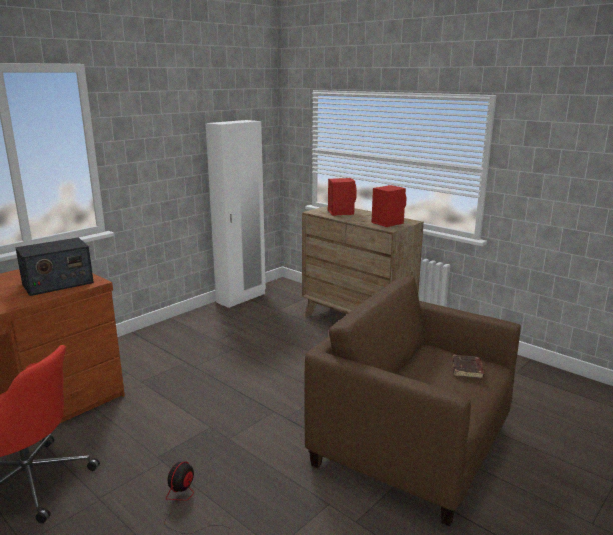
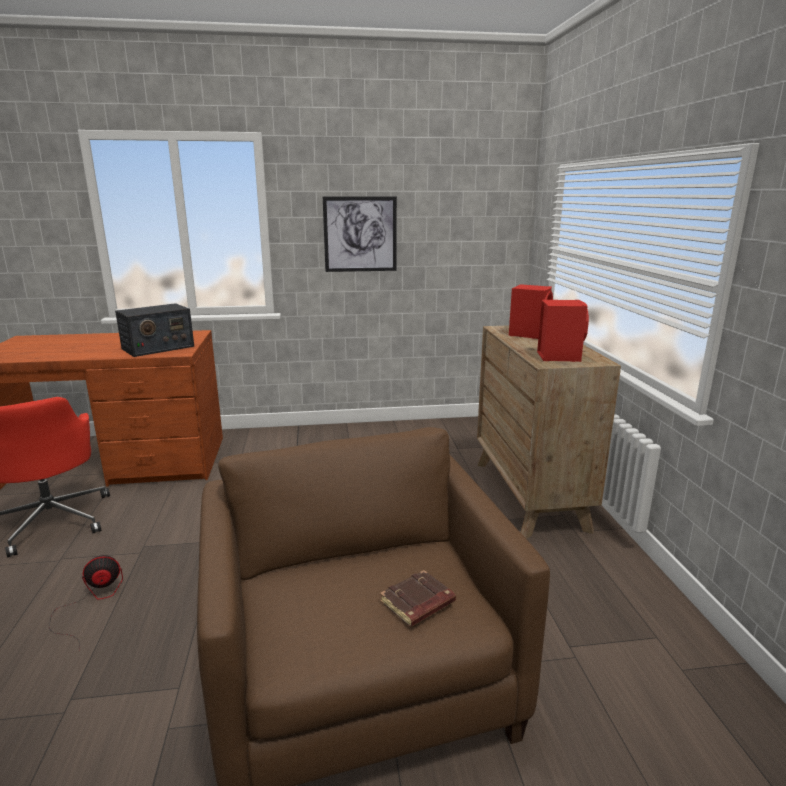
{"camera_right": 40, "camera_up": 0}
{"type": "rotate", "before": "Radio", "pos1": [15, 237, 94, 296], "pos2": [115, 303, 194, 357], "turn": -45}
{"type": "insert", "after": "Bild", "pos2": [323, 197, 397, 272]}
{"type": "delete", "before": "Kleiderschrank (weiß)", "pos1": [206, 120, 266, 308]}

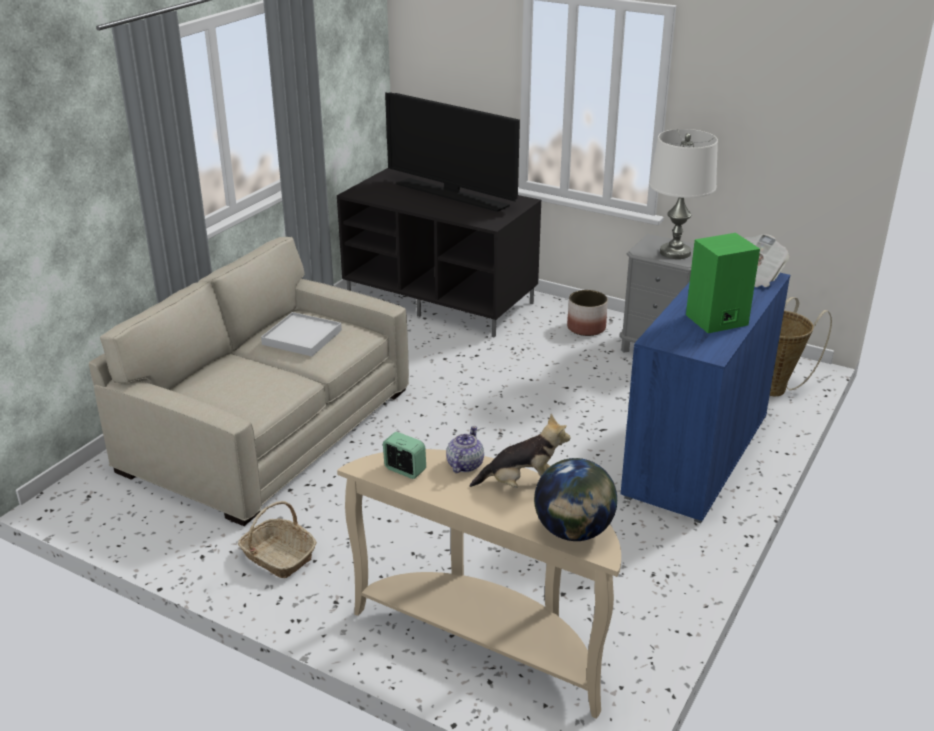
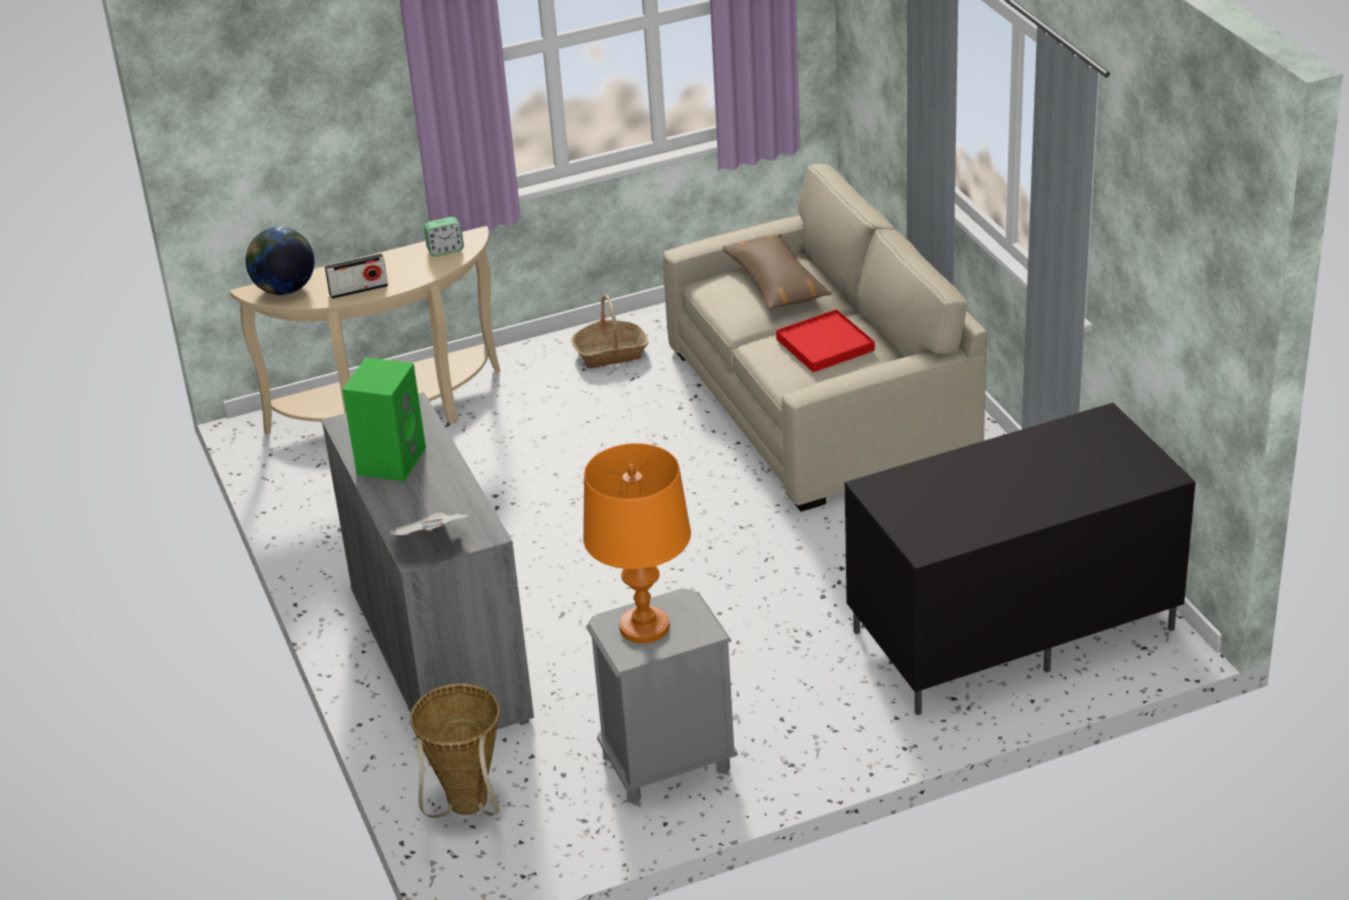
{"camera_right": 130, "camera_up": 5}
{"type": "recolor", "before": "Schrank (blau)", "after": "Schrank (grau)", "pos1": [621, 273, 790, 523], "pos2": [321, 392, 534, 729]}
{"type": "replace", "before": "Plüschtier", "after": "Radio", "pos1": [470, 414, 571, 488], "pos2": [325, 253, 388, 299]}
{"type": "recolor", "before": "Tischlampe (weiß)", "after": "Tischlampe (orange)", "pos1": [649, 129, 718, 259], "pos2": [583, 443, 691, 643]}
{"type": "insert", "after": "Kissen (braun)", "pos2": [723, 234, 832, 310]}
{"type": "recolor", "before": "Tablett (weiß)", "after": "Tablett (rot)", "pos1": [261, 312, 342, 356], "pos2": [776, 309, 875, 372]}
{"type": "delete", "before": "Fernseher", "pos1": [385, 92, 520, 212]}
{"type": "delete", "before": "Teekanne", "pos1": [446, 426, 484, 473]}
{"type": "delete", "before": "Pflanzkübel", "pos1": [567, 290, 608, 336]}

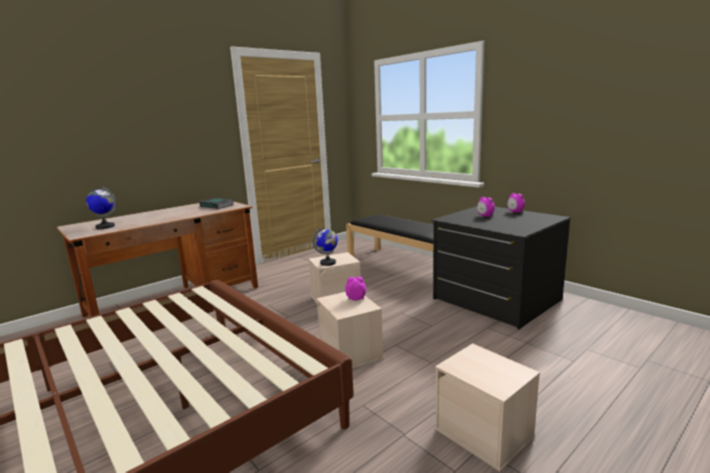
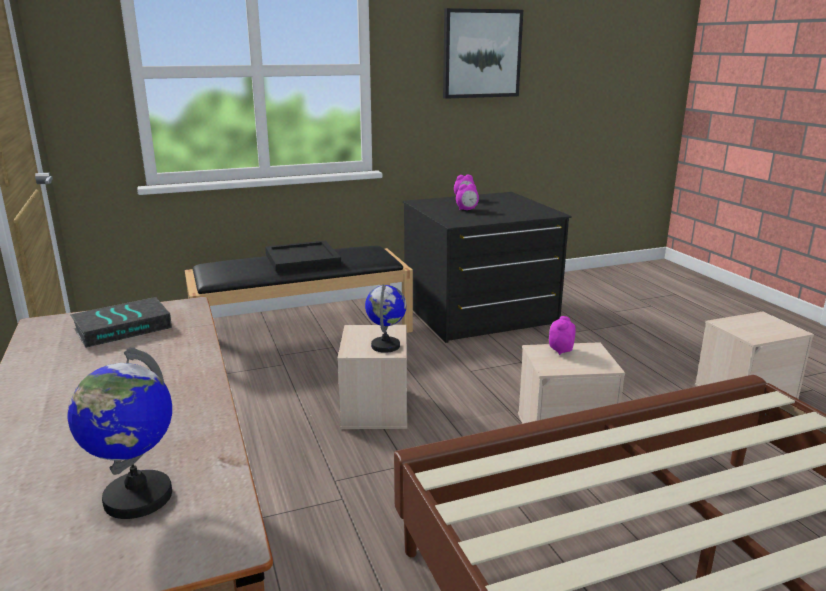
{"camera_right": -70, "camera_up": 5}
{"type": "insert", "after": "Tablett (schwarz)", "pos2": [265, 240, 341, 273]}
{"type": "insert", "after": "Bild", "pos2": [443, 8, 523, 99]}

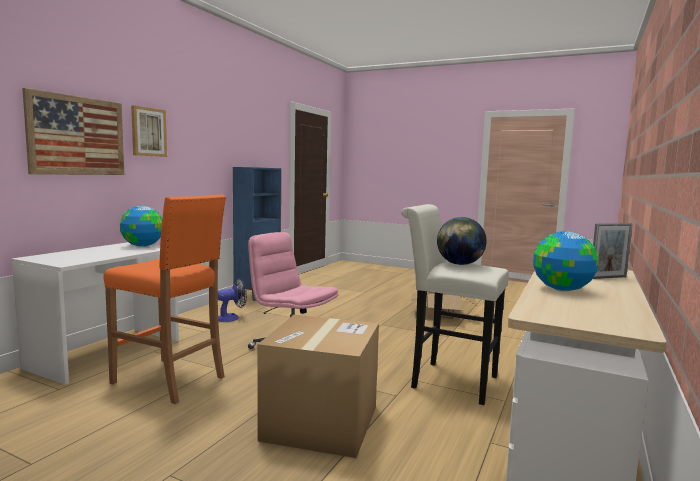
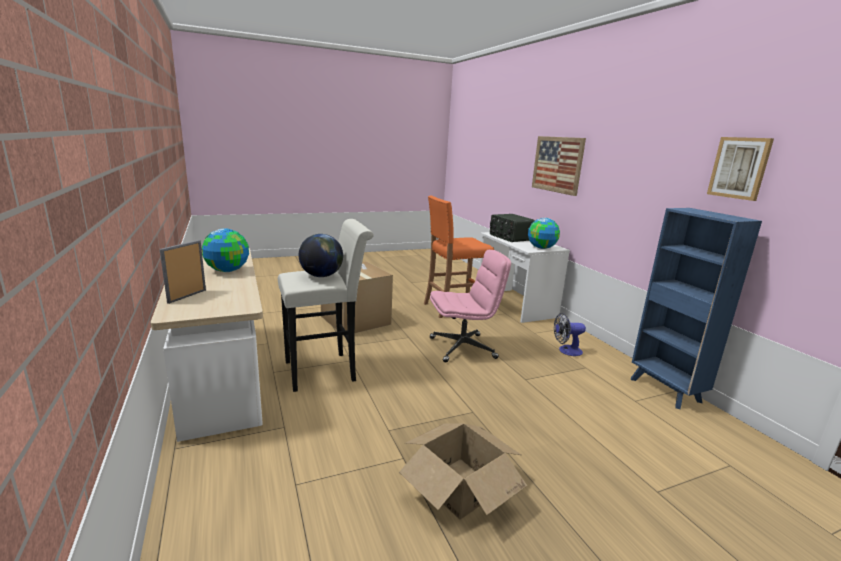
{"camera_right": 130, "camera_up": 10}
{"type": "insert", "after": "Radio", "pos2": [490, 214, 535, 242]}
{"type": "rotate", "before": "Ventilator", "pos1": [218, 279, 247, 322], "pos2": [554, 313, 586, 356], "turn": 75}
{"type": "move", "before": "Bild", "pos1": [131, 105, 167, 157], "pos2": [707, 137, 774, 201]}

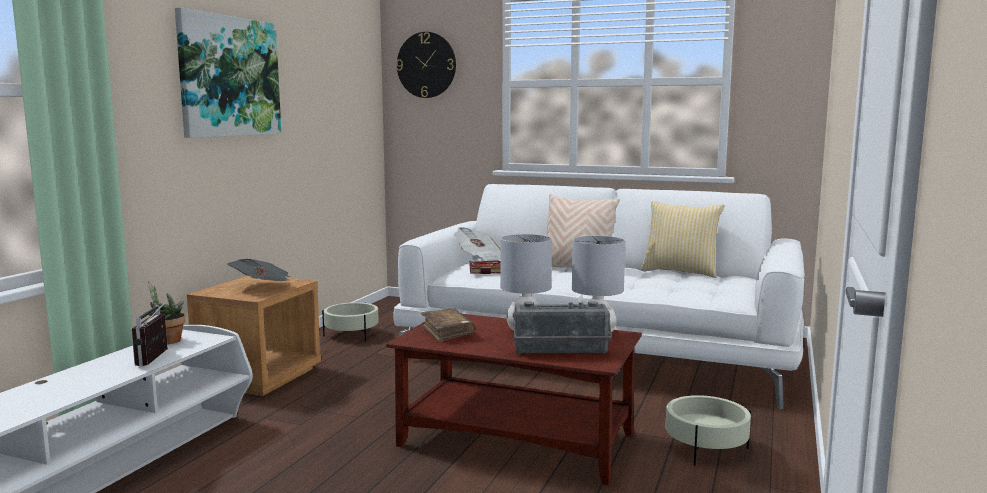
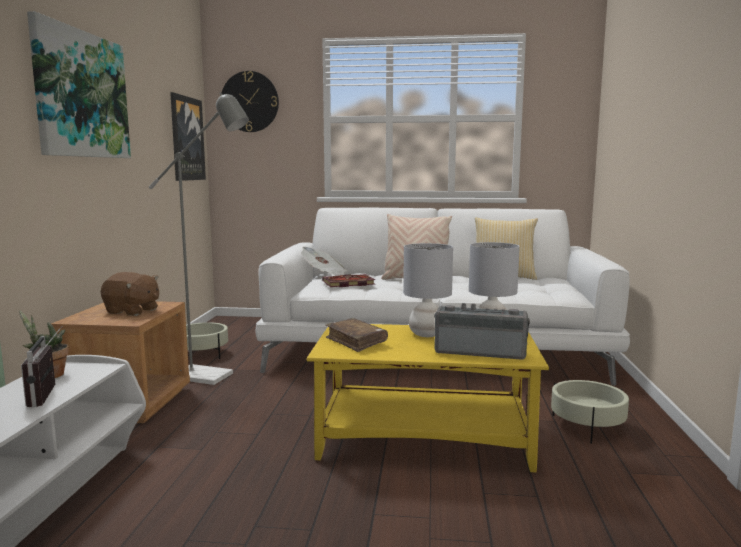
{"camera_right": -15, "camera_up": 0}
{"type": "replace", "before": "Zeitung", "after": "Plüschtier (braun)", "pos1": [227, 259, 290, 281], "pos2": [101, 272, 159, 316]}
{"type": "insert", "after": "Stehlampe (grau)", "pos2": [149, 92, 249, 385]}
{"type": "insert", "after": "Bild", "pos2": [170, 92, 206, 181]}
{"type": "recolor", "before": "Couchtisch (braun)", "after": "Couchtisch (gelb)", "pos1": [386, 314, 642, 485], "pos2": [306, 324, 549, 472]}
{"type": "rotate", "before": "Radio", "pos1": [513, 301, 612, 354], "pos2": [434, 303, 530, 360], "turn": -150}

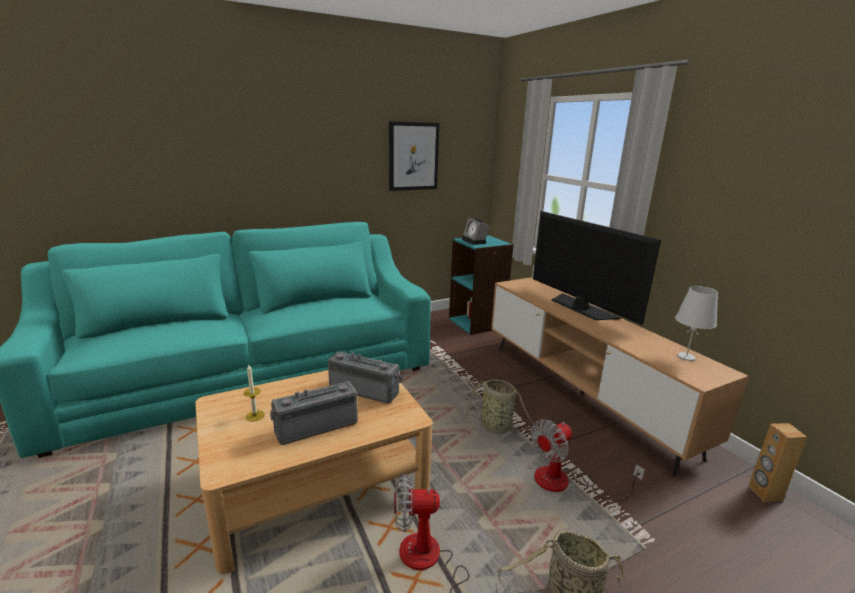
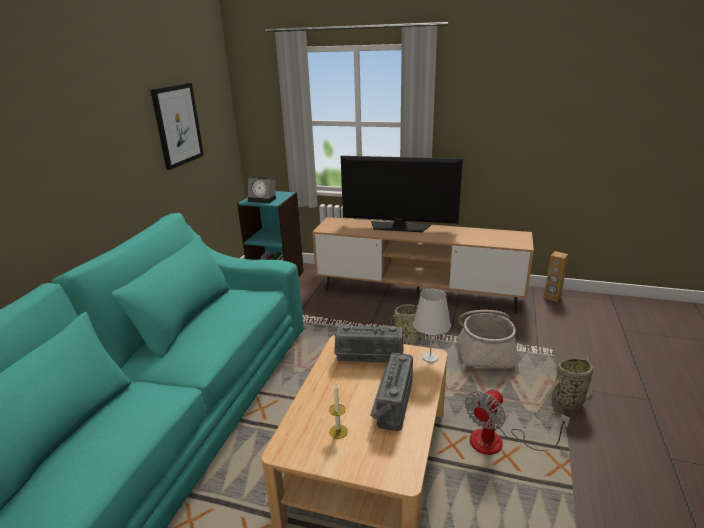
{"camera_right": -45, "camera_up": 5}
{"type": "rotate", "before": "Radio", "pos1": [328, 351, 403, 404], "pos2": [334, 325, 404, 363], "turn": -150}
{"type": "move", "before": "Tischlampe (weiß)", "pos1": [675, 286, 718, 361], "pos2": [413, 289, 451, 363]}
{"type": "replace", "before": "Ventilator", "after": "Korb", "pos1": [531, 419, 645, 501], "pos2": [456, 310, 520, 374]}

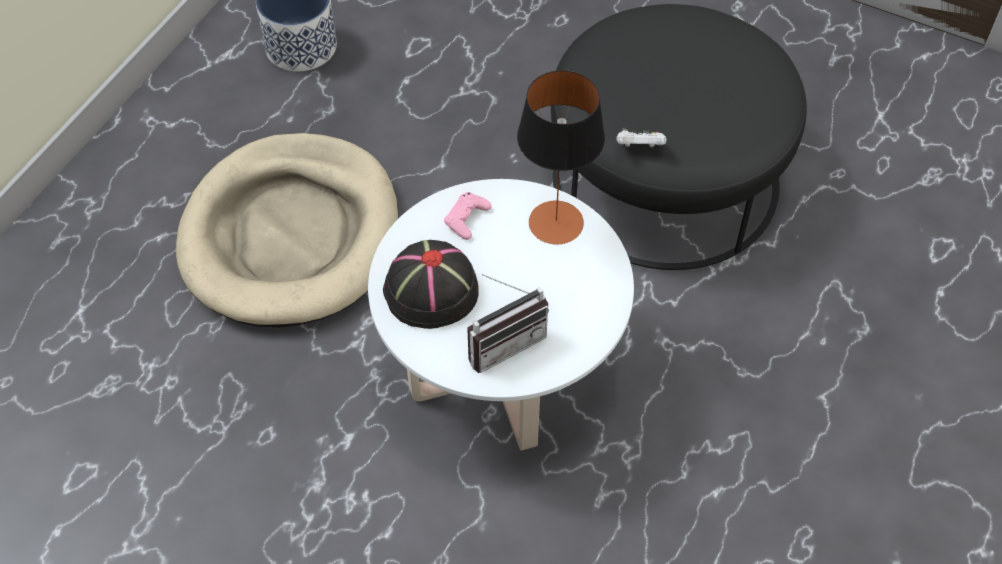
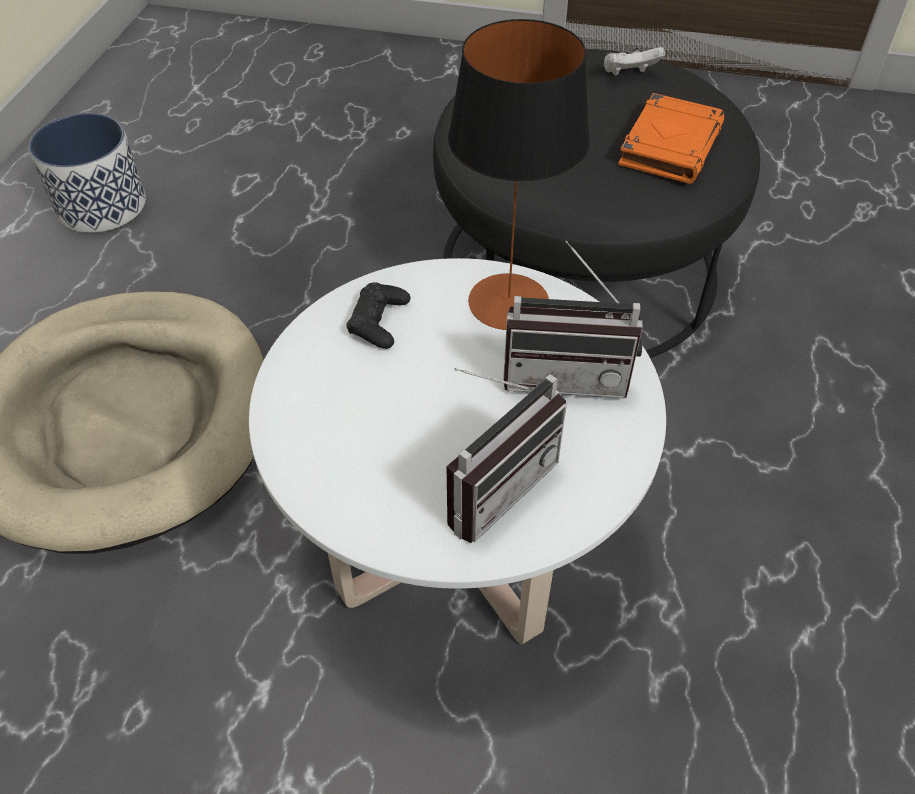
{"camera_right": -15, "camera_up": -5}
{"type": "recolor", "before": "Gamepad (rosa)", "after": "Gamepad (schwarz)", "pos1": [444, 192, 492, 240], "pos2": [346, 282, 411, 349]}
{"type": "insert", "after": "Radio", "pos2": [503, 240, 643, 398]}
{"type": "move", "before": "Gamepad (weiß)", "pos1": [616, 128, 667, 148], "pos2": [604, 47, 665, 75]}
{"type": "insert", "after": "Buch (orange)", "pos2": [618, 93, 725, 184]}
{"type": "delete", "before": "Hut (schwarz)", "pos1": [383, 240, 478, 329]}

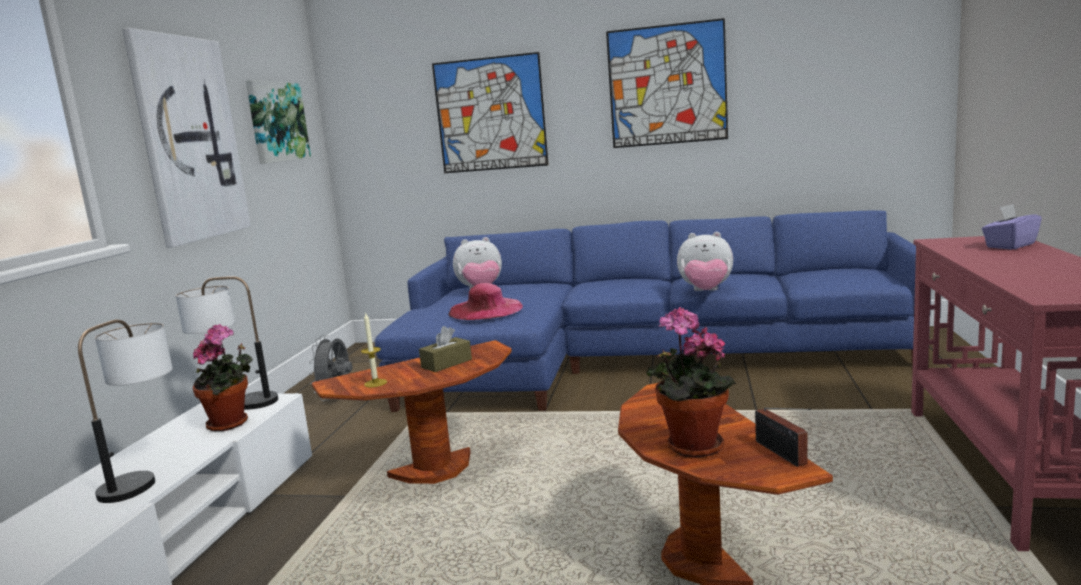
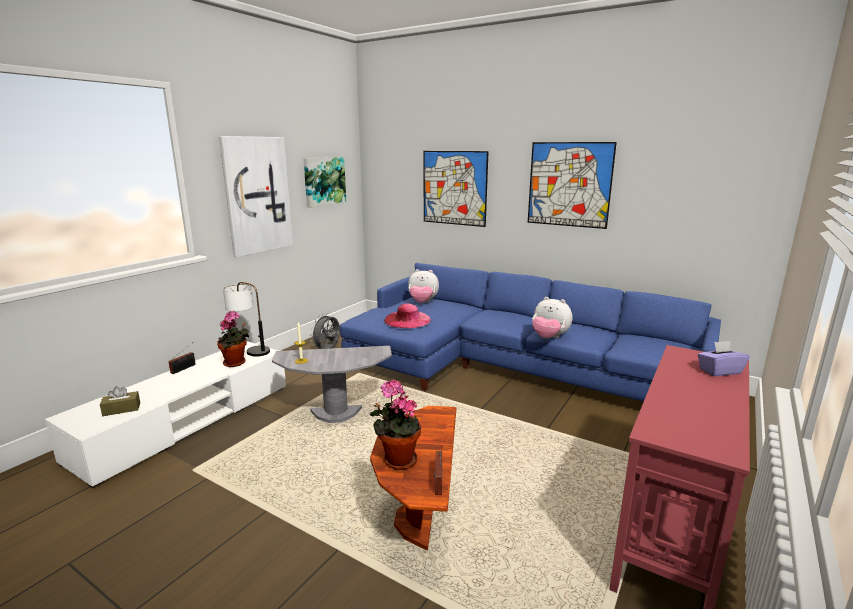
{"camera_right": 20, "camera_up": 5}
{"type": "move", "before": "Taschentuchbox (braun)", "pos1": [419, 326, 472, 372], "pos2": [100, 386, 140, 416]}
{"type": "insert", "after": "Radio", "pos2": [169, 344, 196, 374]}
{"type": "recolor", "before": "Beistelltisch (braun)", "after": "Beistelltisch (grau)", "pos1": [312, 340, 512, 484], "pos2": [272, 346, 392, 423]}
{"type": "delete", "before": "Tischlampe", "pos1": [78, 319, 173, 503]}

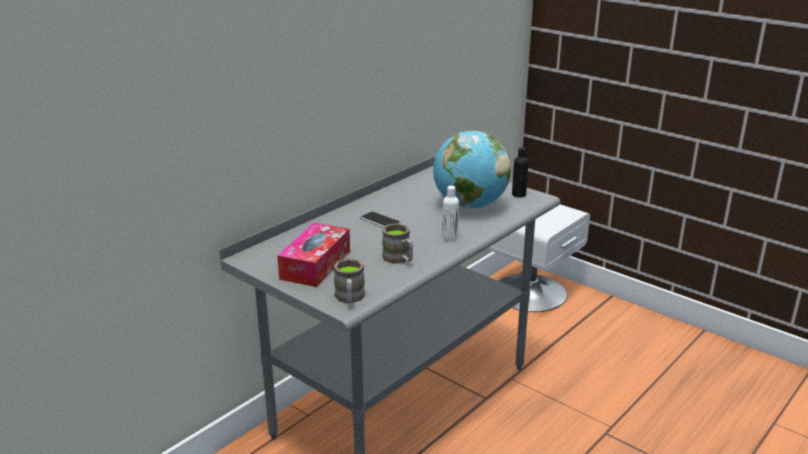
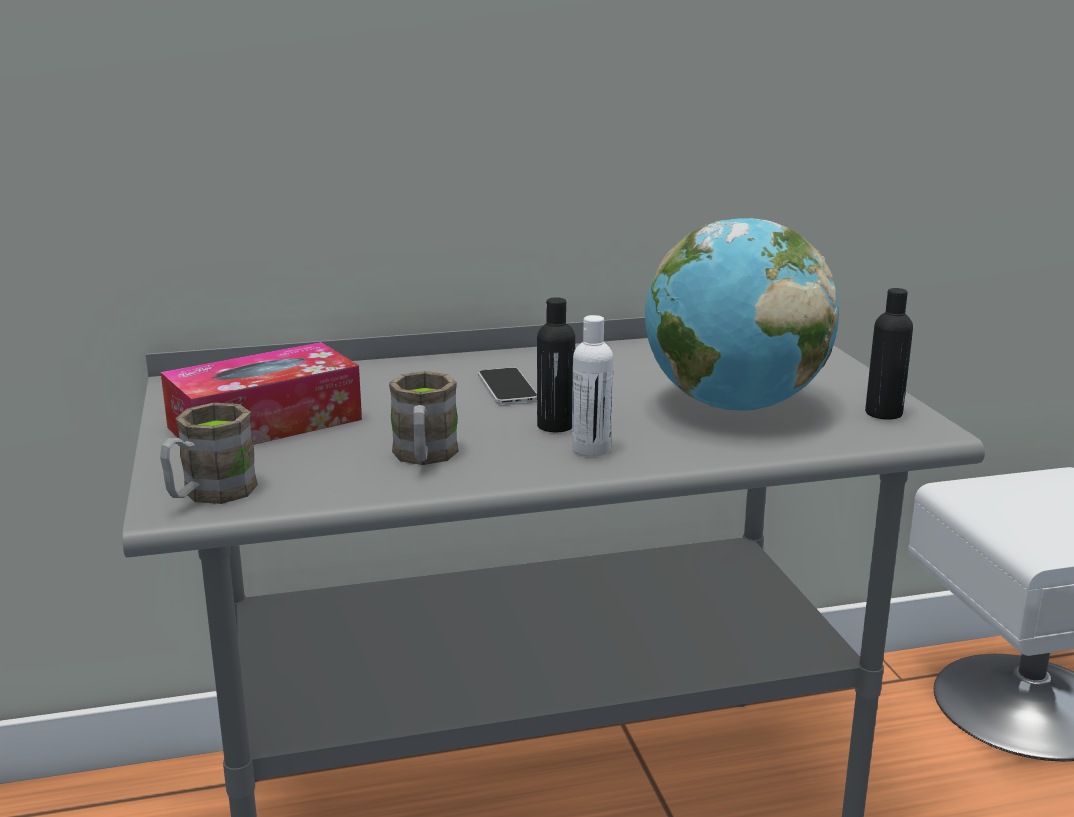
{"camera_right": 35, "camera_up": -5}
{"type": "insert", "after": "Flasche (schwarz)", "pos2": [537, 297, 575, 432]}

